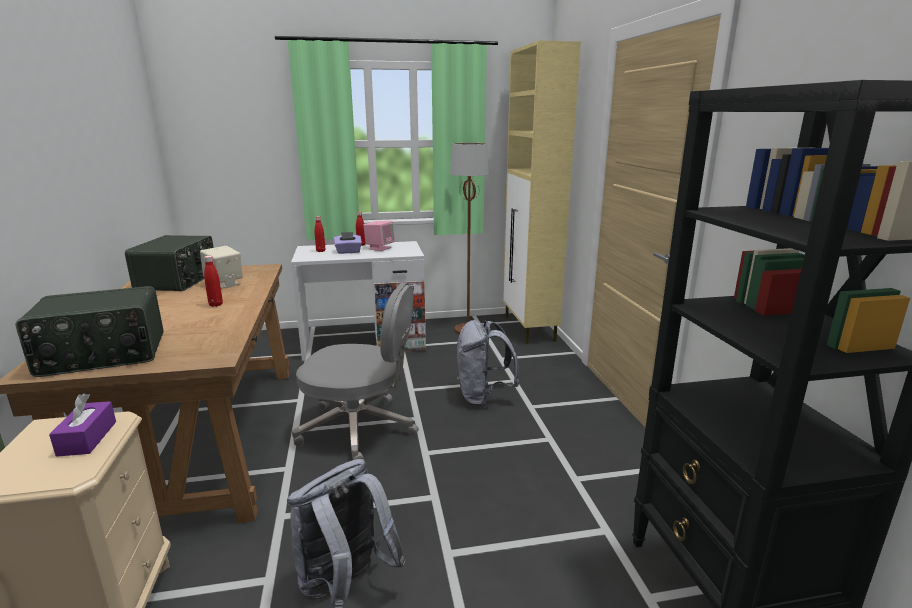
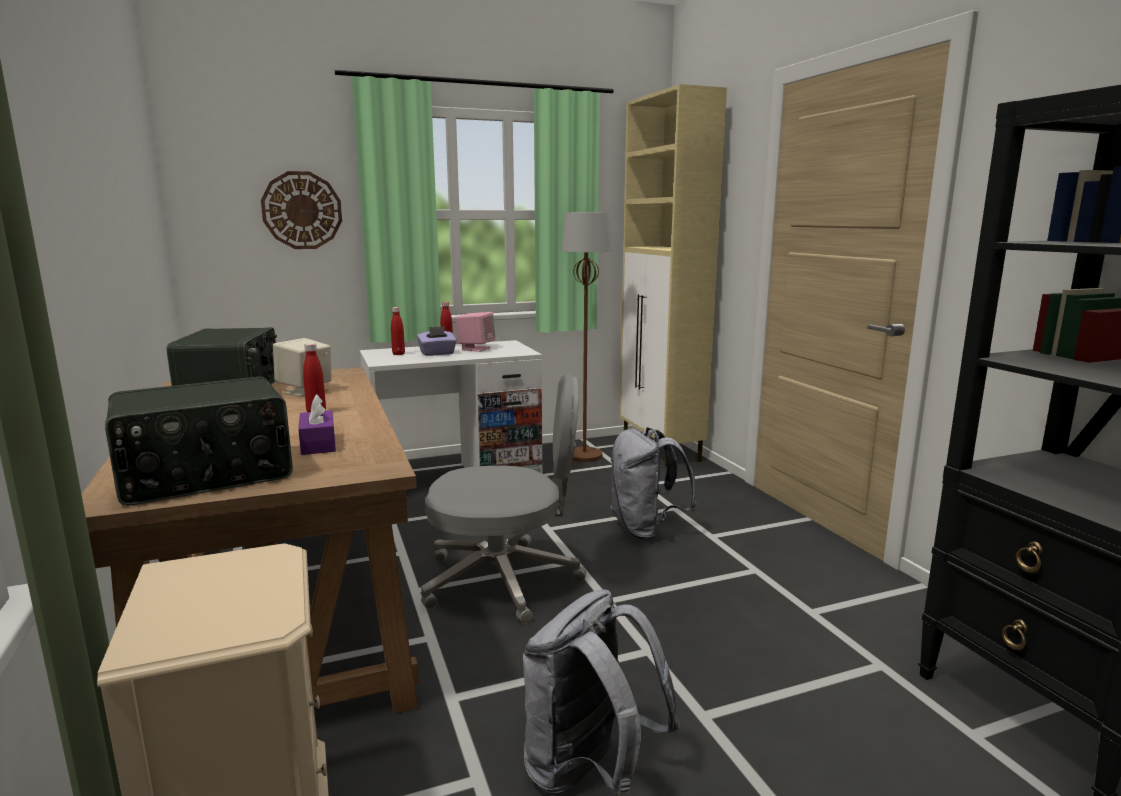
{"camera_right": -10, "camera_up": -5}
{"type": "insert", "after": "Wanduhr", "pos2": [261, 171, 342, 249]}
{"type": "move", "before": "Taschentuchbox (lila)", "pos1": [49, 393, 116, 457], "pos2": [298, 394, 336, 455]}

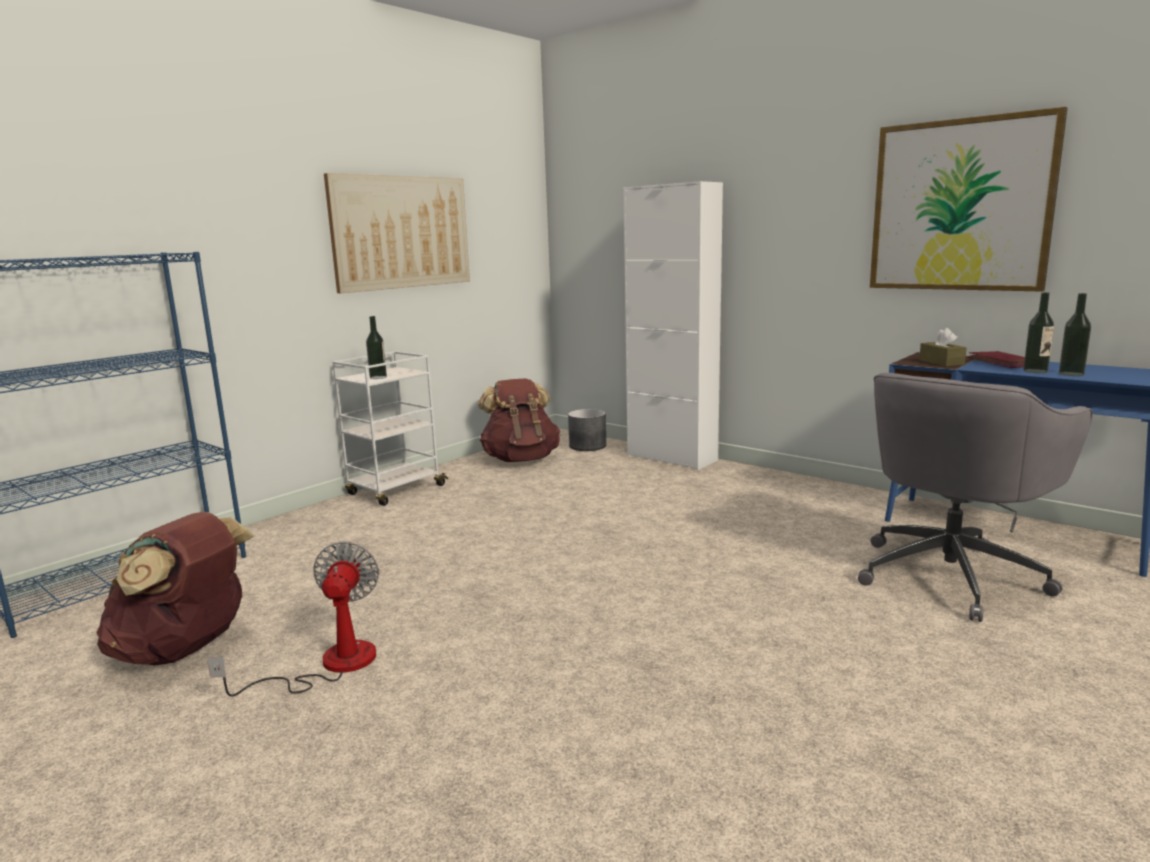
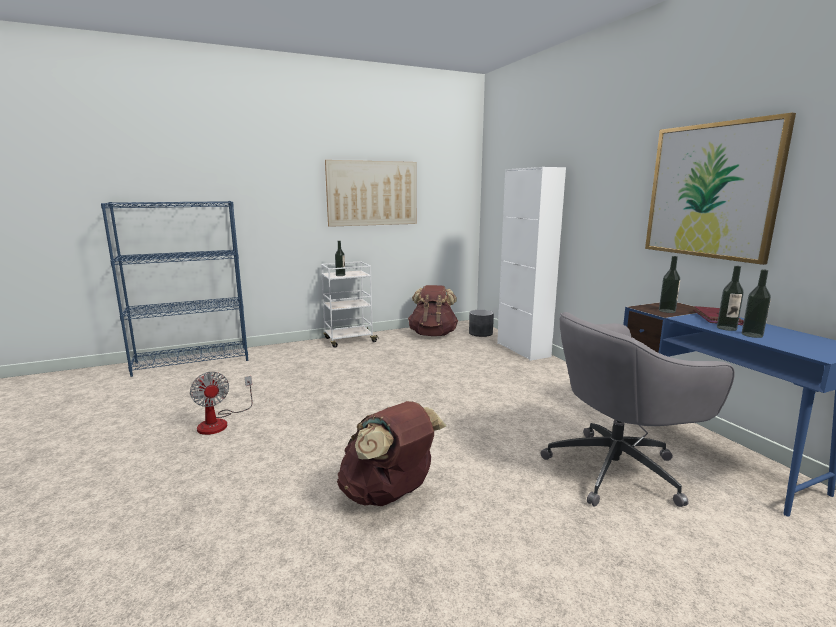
{"camera_right": 25, "camera_up": 0}
{"type": "rotate", "before": "Ventilator", "pos1": [207, 541, 380, 697], "pos2": [190, 372, 252, 435], "turn": 120}
{"type": "move", "before": "Rucksack (braun)", "pos1": [96, 512, 254, 666], "pos2": [337, 401, 446, 506]}
{"type": "replace", "before": "Taschentuchbox (braun)", "after": "Flasche", "pos1": [919, 328, 967, 367], "pos2": [659, 256, 680, 313]}

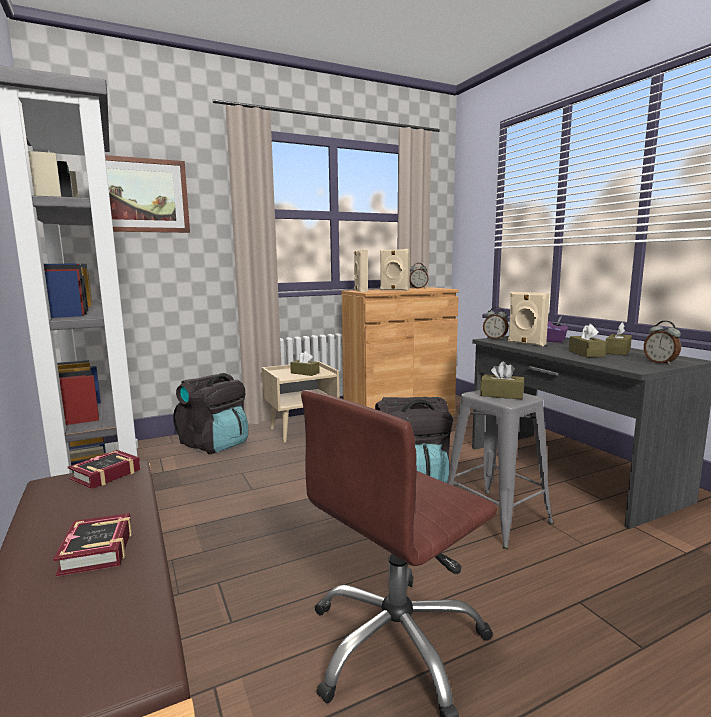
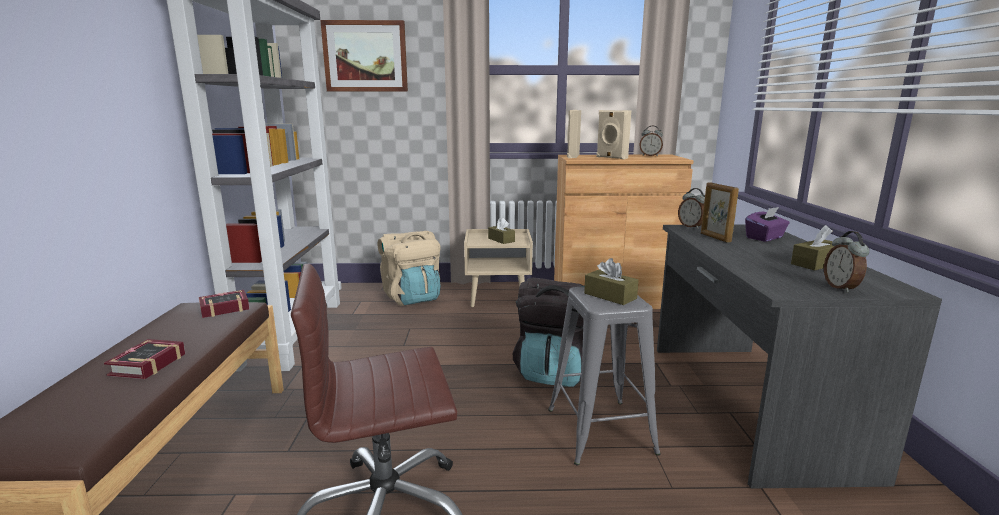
{"camera_right": 25, "camera_up": 5}
{"type": "recolor", "before": "Rucksack (schwarz)", "after": "Rucksack (beige)", "pos1": [173, 373, 248, 454], "pos2": [378, 231, 441, 306]}
{"type": "replace", "before": "Lautsprecher (beige)", "after": "Bilderrahmen", "pos1": [508, 292, 550, 346], "pos2": [701, 183, 739, 243]}
{"type": "delete", "before": "Taschentuchbox (braun)", "pos1": [569, 324, 606, 357]}

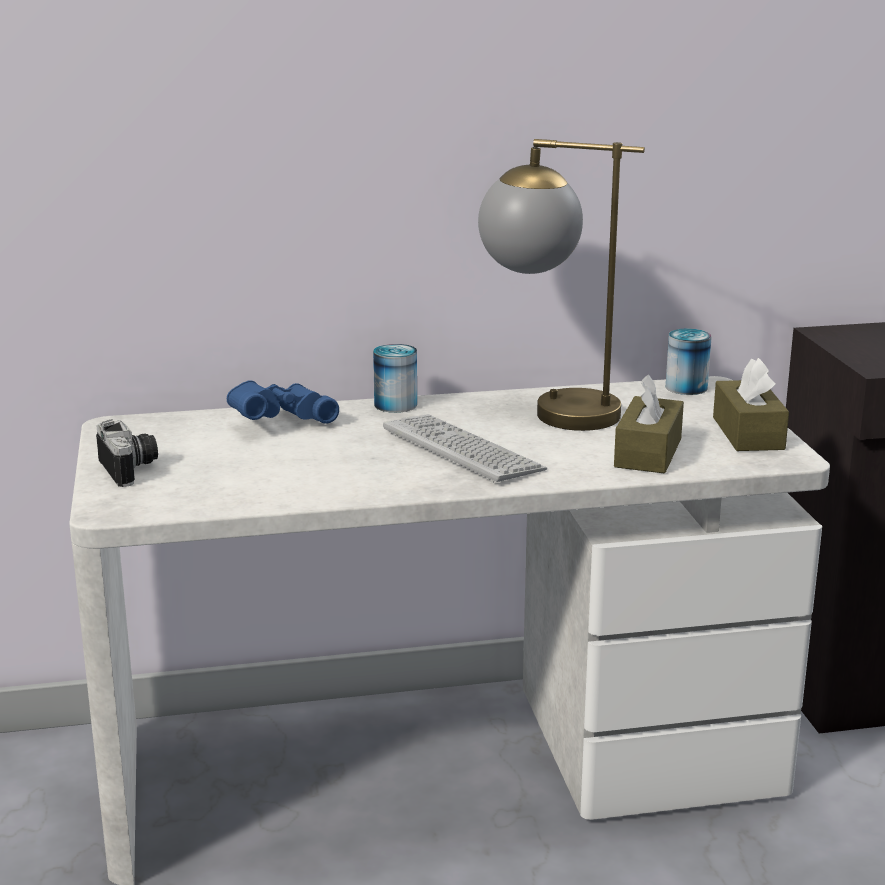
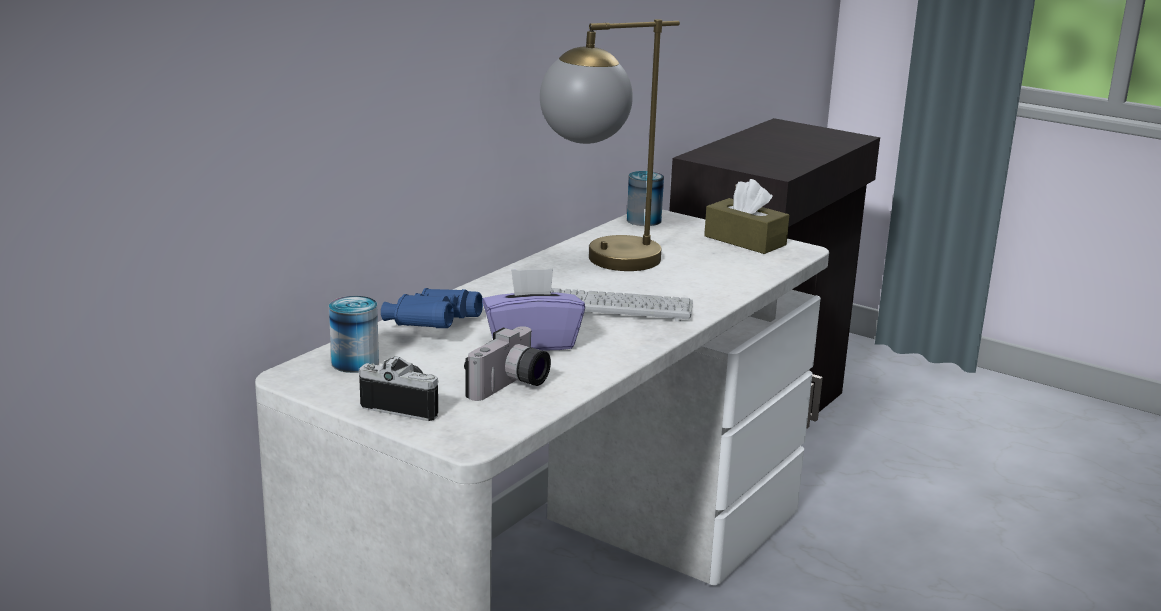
{"camera_right": -45, "camera_up": 0}
{"type": "move", "before": "Dose", "pos1": [373, 344, 417, 413], "pos2": [329, 296, 379, 373]}
{"type": "insert", "after": "Kamera", "pos2": [464, 326, 551, 401]}
{"type": "insert", "after": "Taschentuchbox (lila)", "pos2": [482, 269, 585, 351]}
{"type": "delete", "before": "Taschentuchbox (braun)", "pos1": [614, 374, 684, 474]}

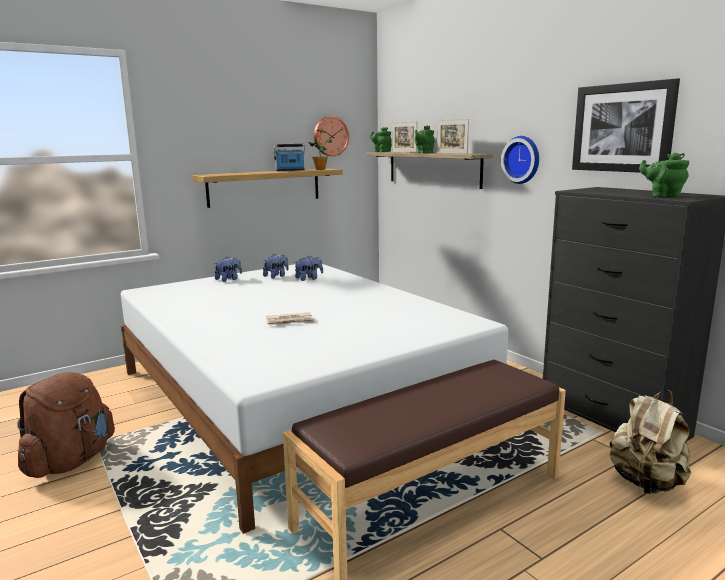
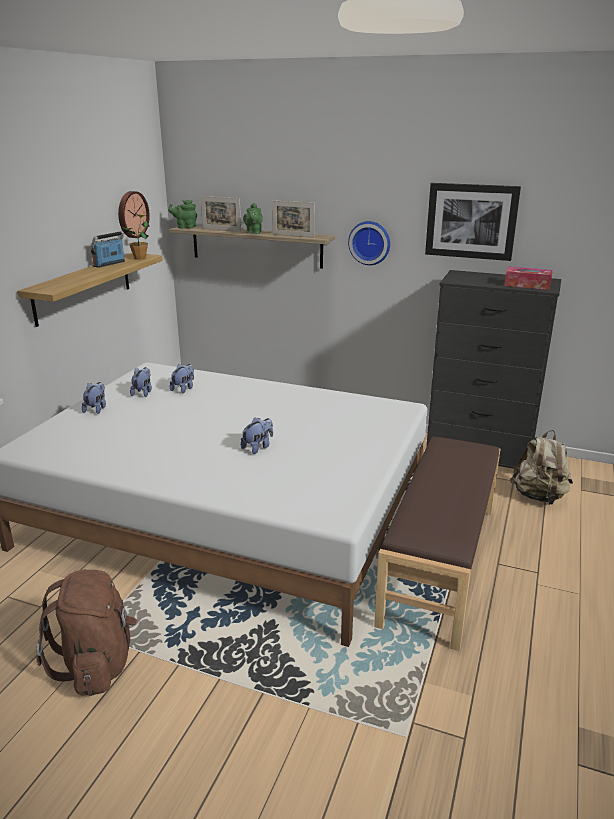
{"camera_right": -35, "camera_up": 10}
{"type": "replace", "before": "Zeitung", "after": "Plüschtier", "pos1": [266, 312, 315, 326], "pos2": [241, 417, 273, 454]}
{"type": "replace", "before": "Teekanne (grün)", "after": "Taschentuchbox", "pos1": [639, 152, 689, 197], "pos2": [504, 267, 553, 290]}

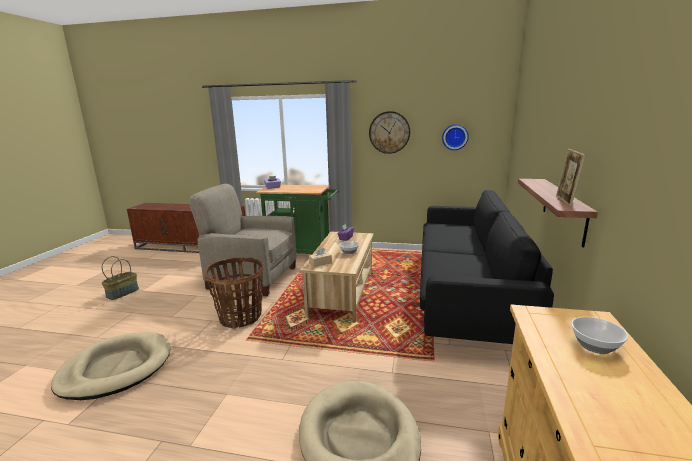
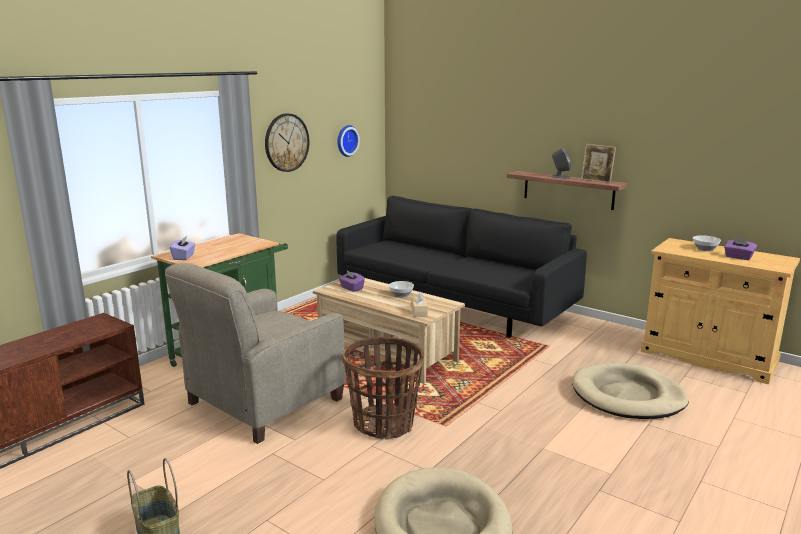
{"camera_right": -65, "camera_up": 0}
{"type": "insert", "after": "Lautsprecher (grau)", "pos2": [551, 148, 572, 179]}
{"type": "insert", "after": "Taschentuchbox (lila)", "pos2": [724, 237, 757, 260]}

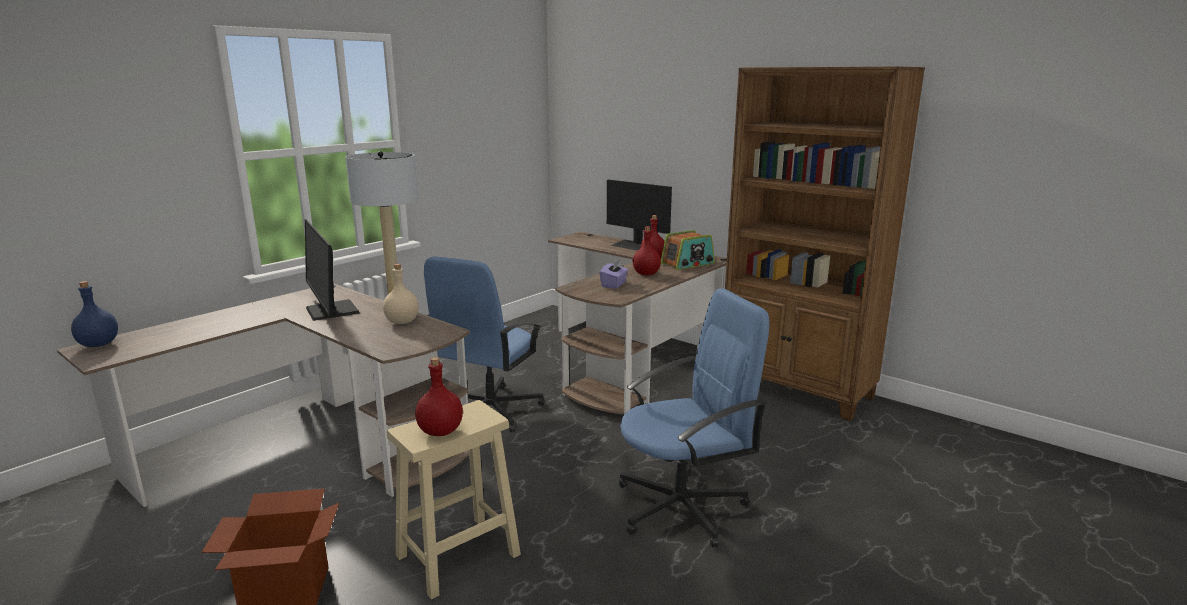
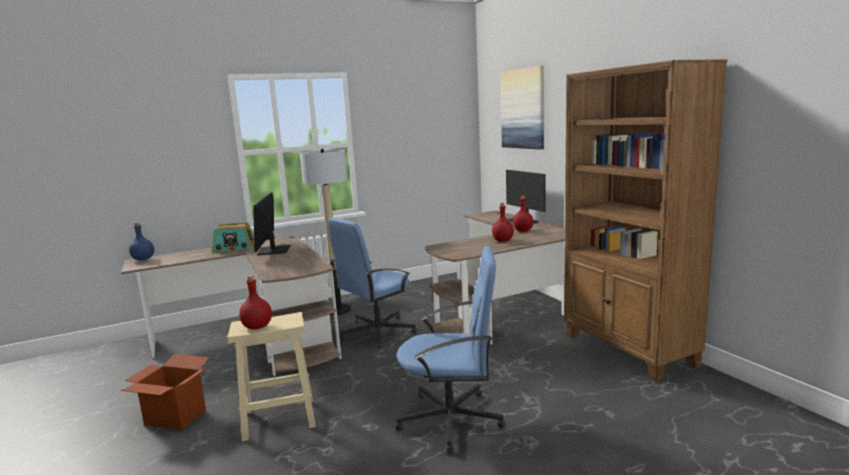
{"camera_right": 25, "camera_up": -5}
{"type": "move", "before": "Radio", "pos1": [661, 230, 715, 270], "pos2": [212, 222, 254, 253]}
{"type": "insert", "after": "Bild", "pos2": [500, 65, 544, 149]}
{"type": "delete", "before": "Flasche (beige)", "pos1": [383, 264, 419, 324]}
{"type": "delete", "before": "Taschentuchbox (lila)", "pos1": [600, 260, 628, 289]}

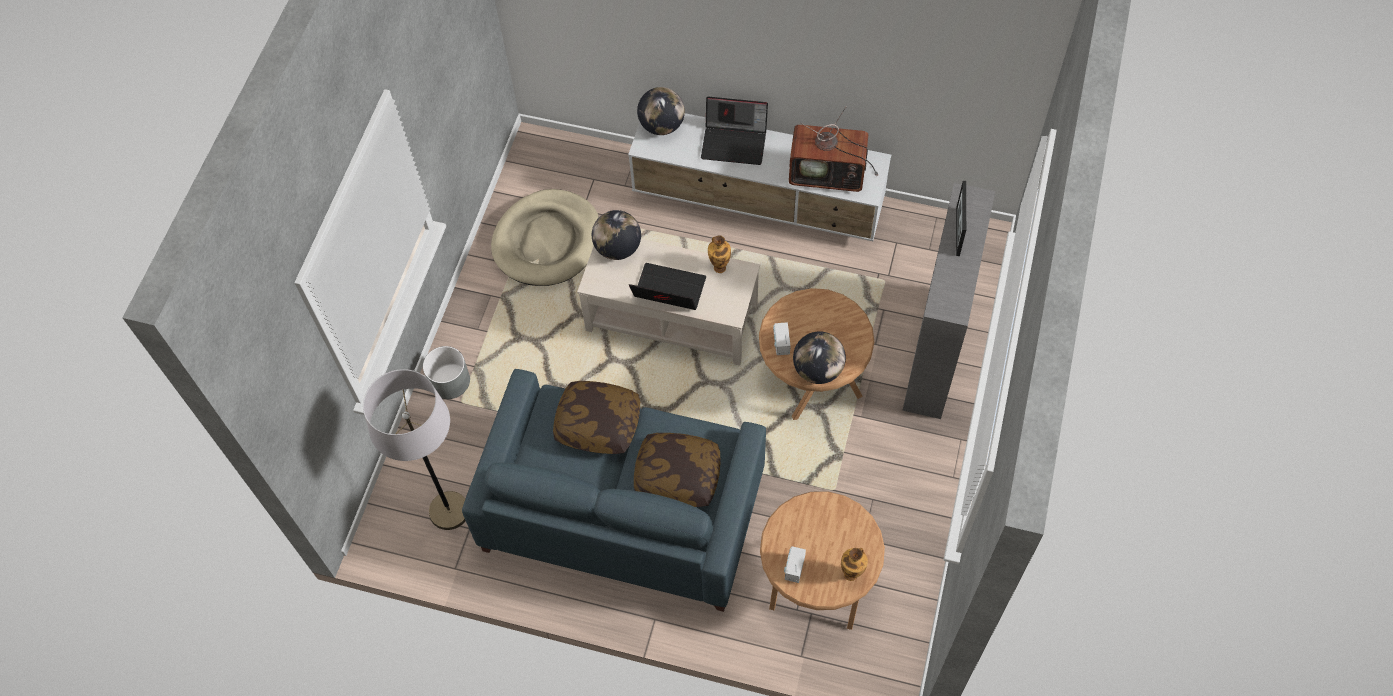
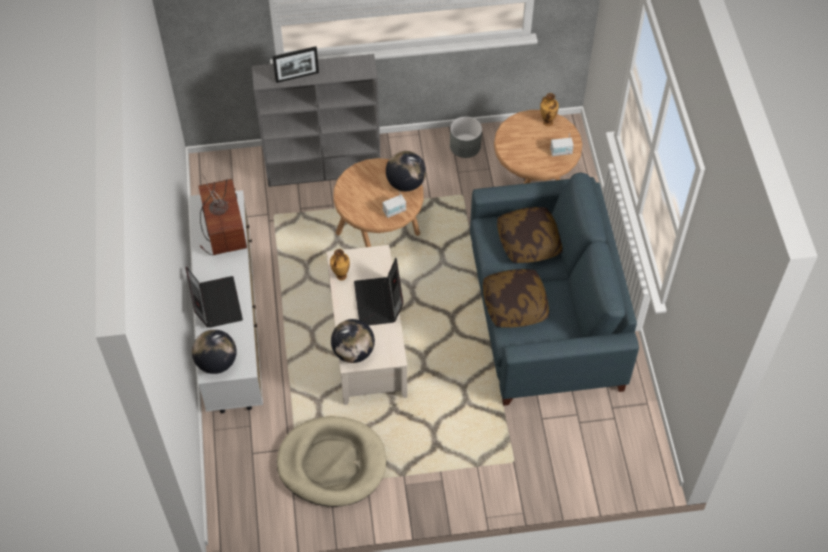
{"camera_right": -115, "camera_up": -5}
{"type": "move", "before": "Pflanzkübel (grau)", "pos1": [423, 346, 470, 399], "pos2": [450, 116, 482, 158]}
{"type": "delete", "before": "Stehlampe (grau)", "pos1": [363, 369, 466, 530]}

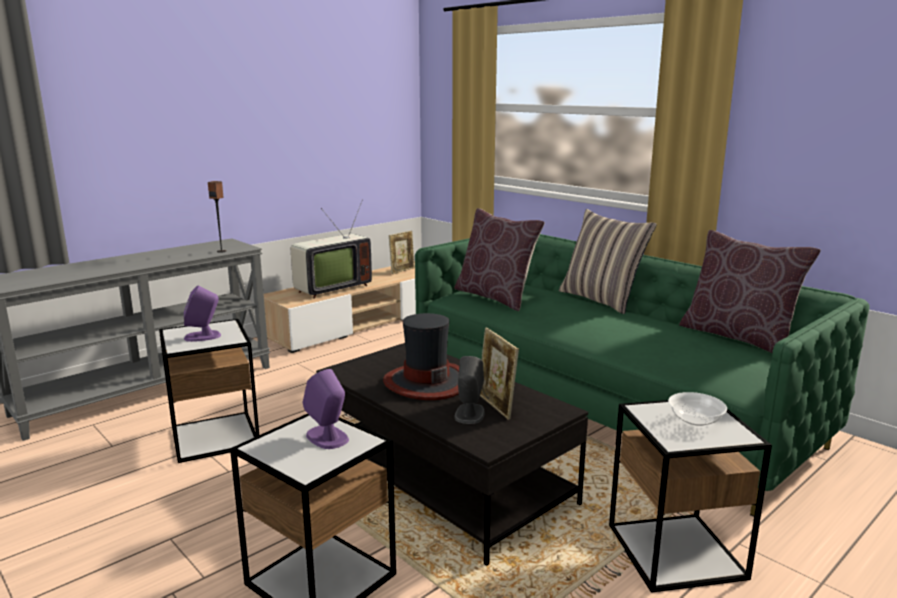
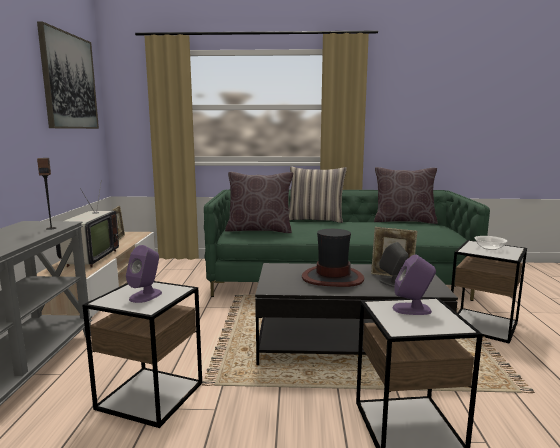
{"camera_right": -45, "camera_up": -5}
{"type": "insert", "after": "Bild", "pos2": [37, 21, 99, 129]}

